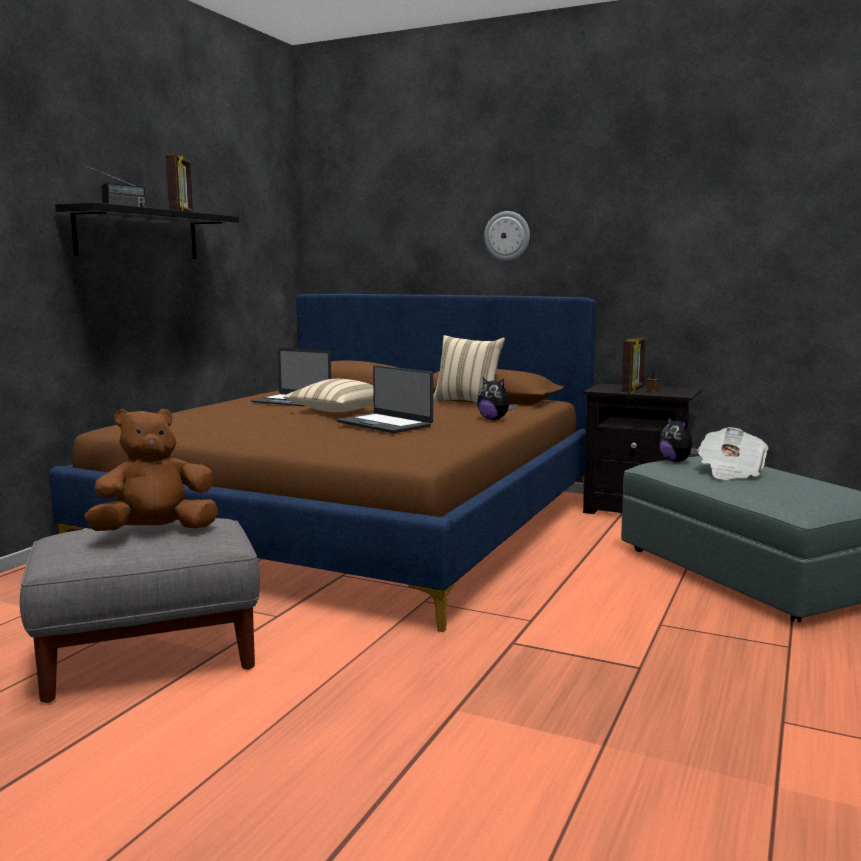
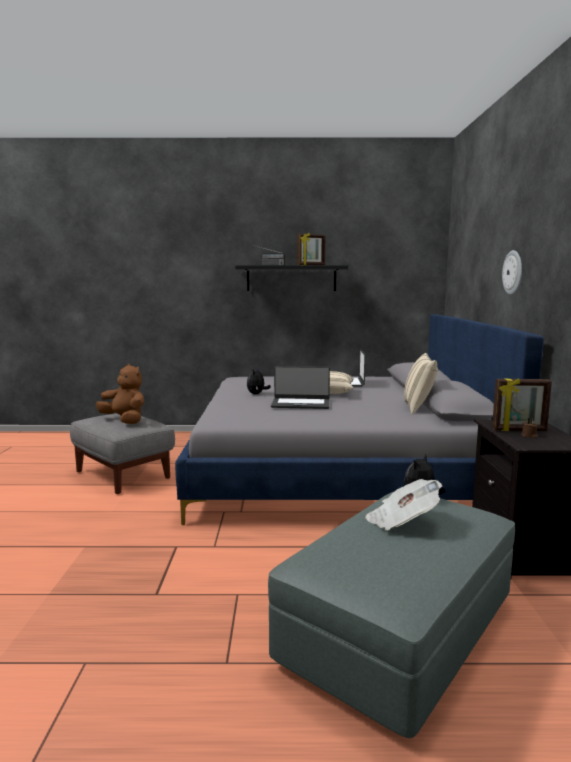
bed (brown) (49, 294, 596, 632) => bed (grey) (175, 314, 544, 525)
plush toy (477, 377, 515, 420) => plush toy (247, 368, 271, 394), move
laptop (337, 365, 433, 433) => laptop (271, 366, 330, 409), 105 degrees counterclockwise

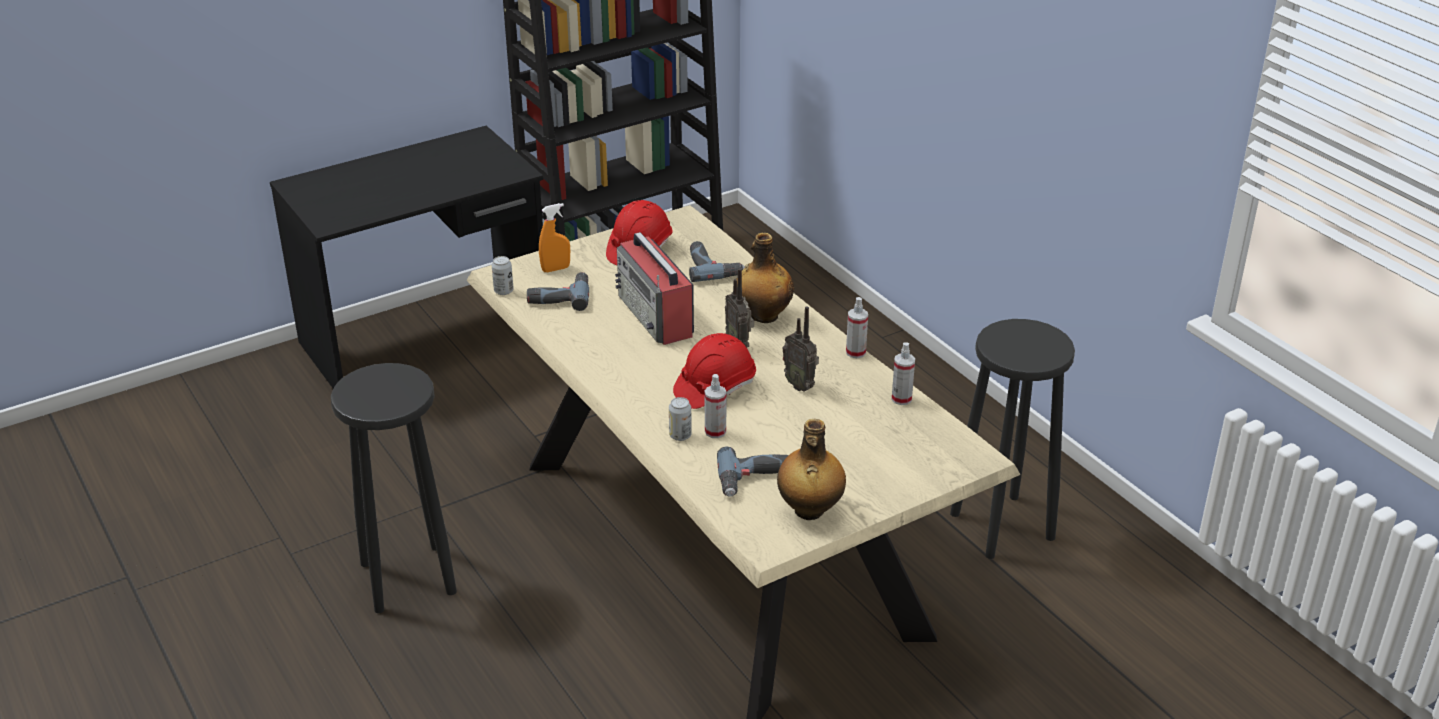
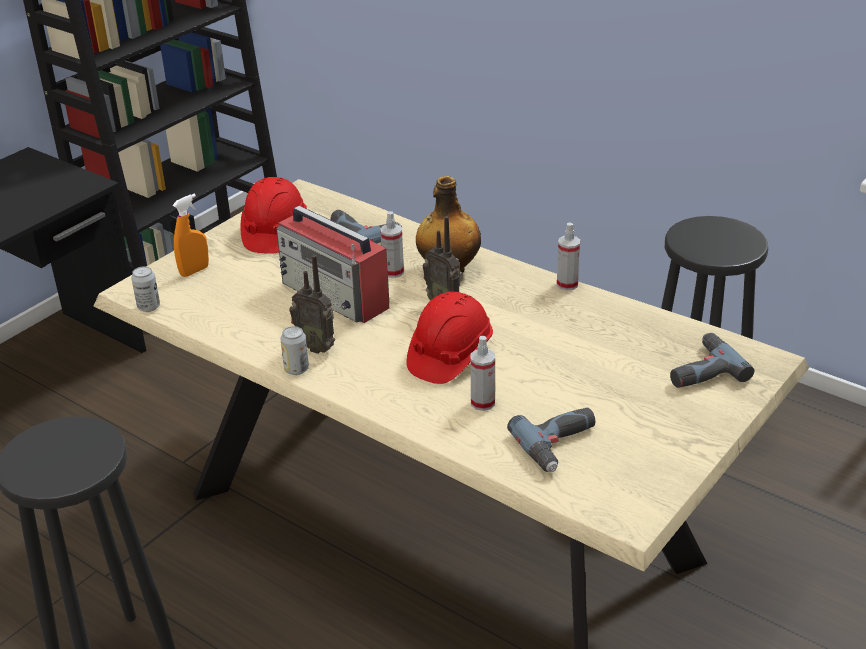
can (669, 397, 692, 441) => can (280, 326, 309, 375), move
radio (782, 306, 819, 392) => radio (289, 255, 335, 354), move
spray bottle (892, 342, 915, 405) => spray bottle (380, 211, 404, 278), move
power drill (527, 272, 589, 311) => power drill (670, 333, 754, 388), move
bottle (777, 419, 846, 520) => nothing

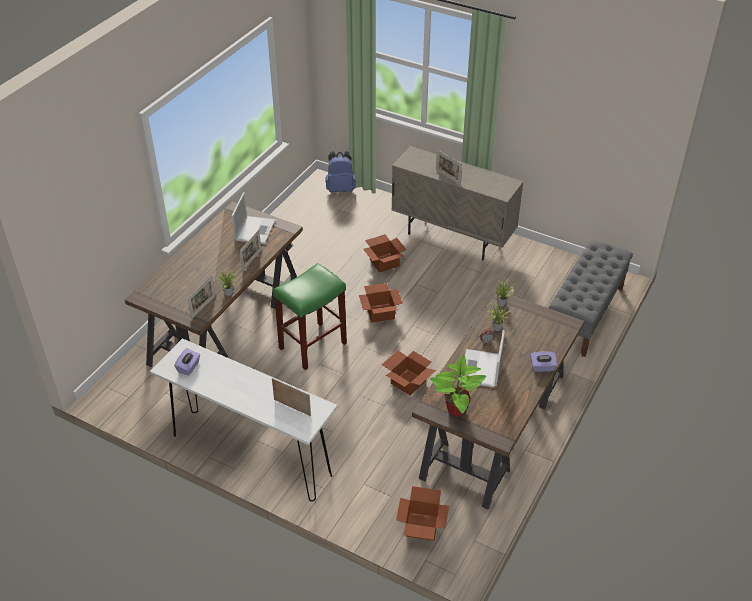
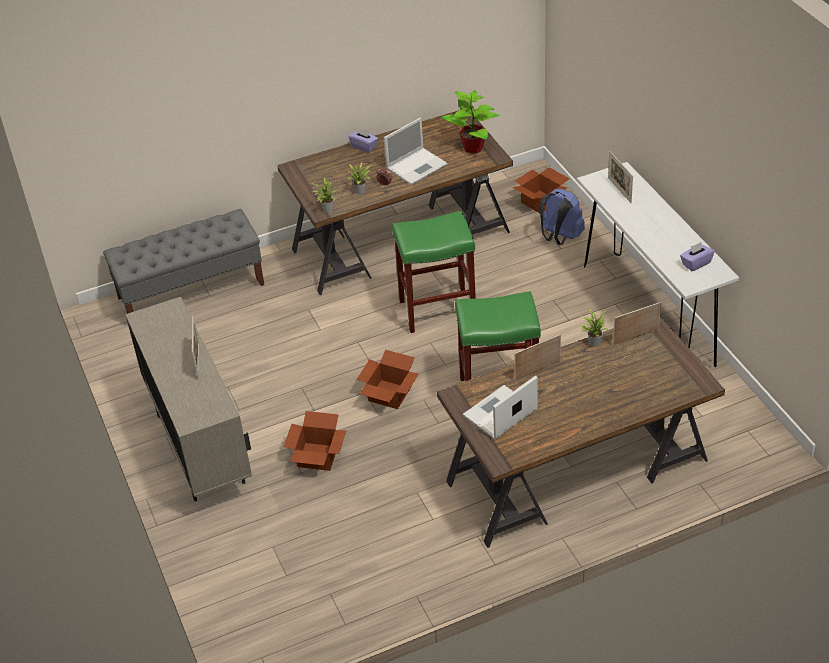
cardboard box (382, 351, 436, 396) => stool (green) (392, 211, 476, 333)
backpack (blue) (325, 151, 356, 192) => backpack (blue) (540, 189, 585, 245), move

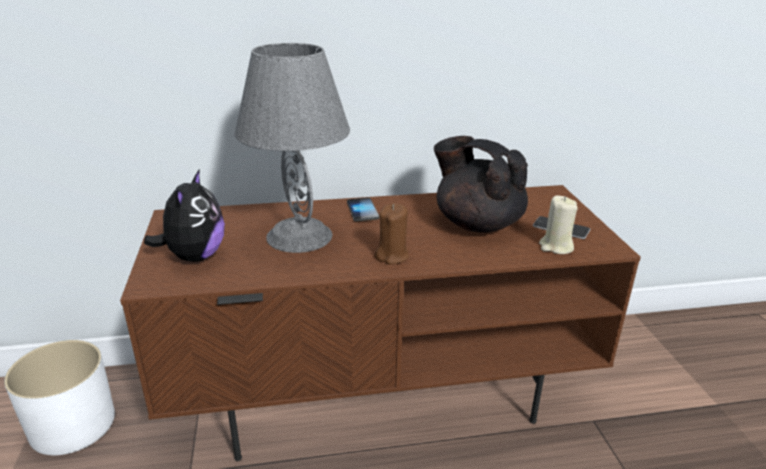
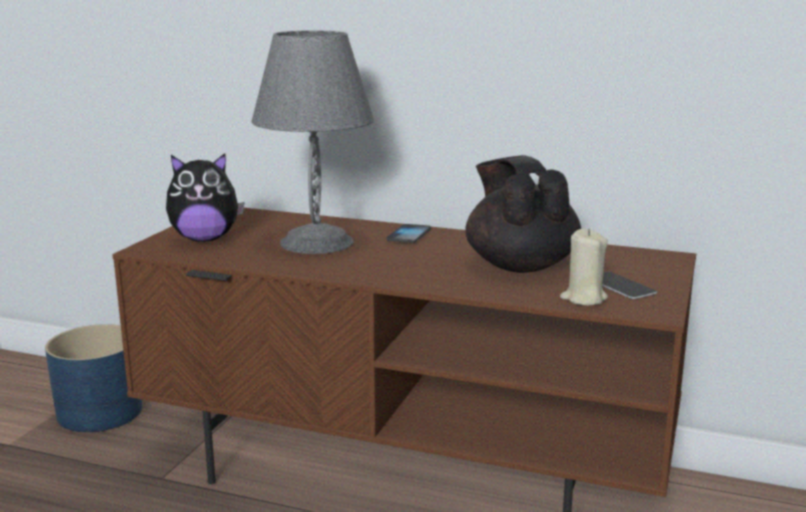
planter (white) (4, 340, 115, 455) => planter (blue) (45, 324, 142, 432)
plush toy (144, 169, 225, 262) => plush toy (166, 153, 245, 242), 45 degrees clockwise
candle (brown) (375, 203, 409, 264) => nothing

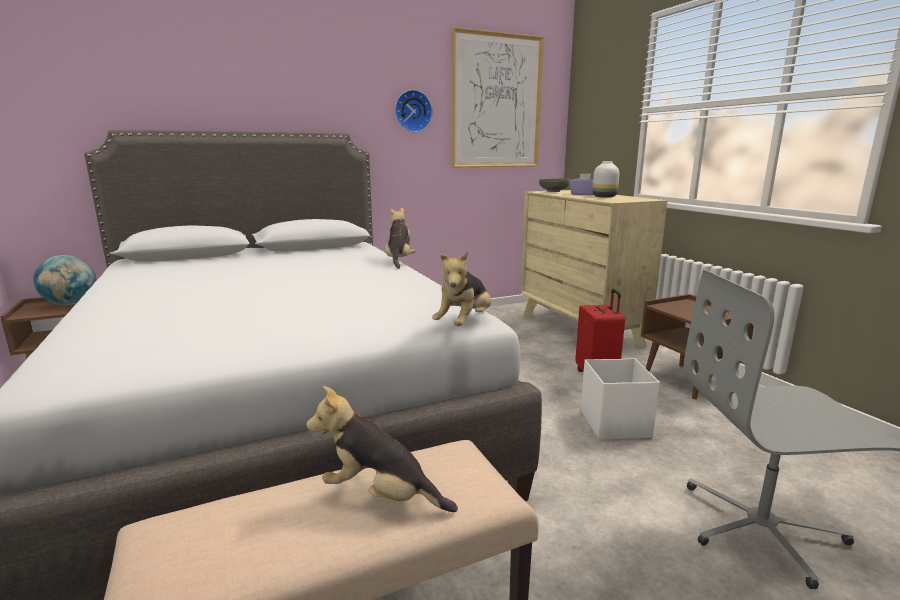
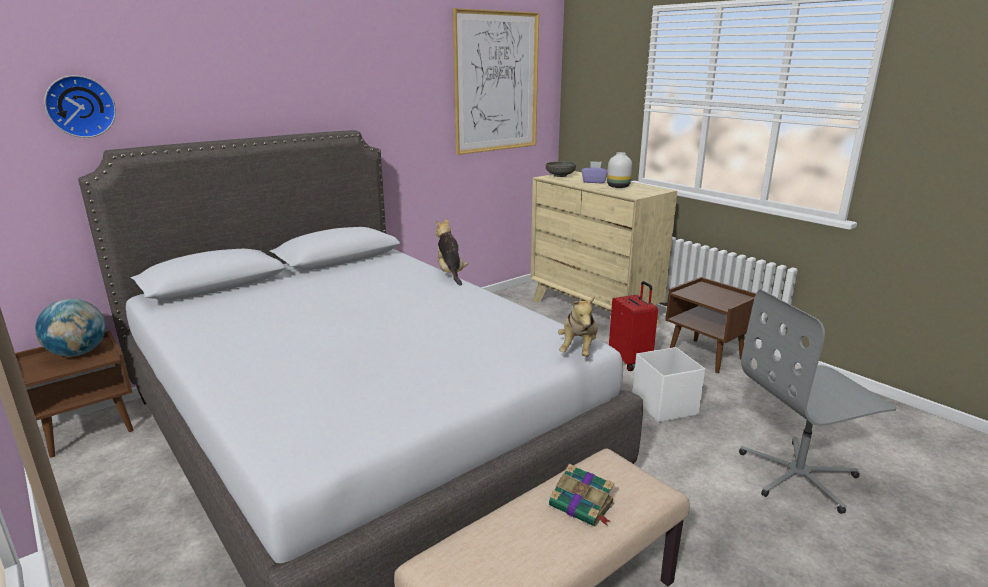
wall clock (395, 90, 433, 133) => wall clock (44, 75, 116, 138), move
plush toy (306, 386, 458, 512) => book (549, 464, 614, 527)

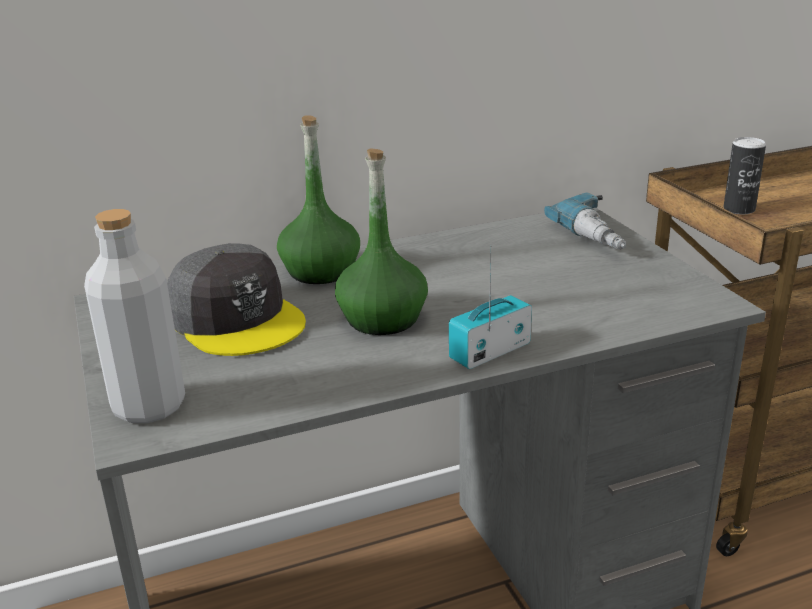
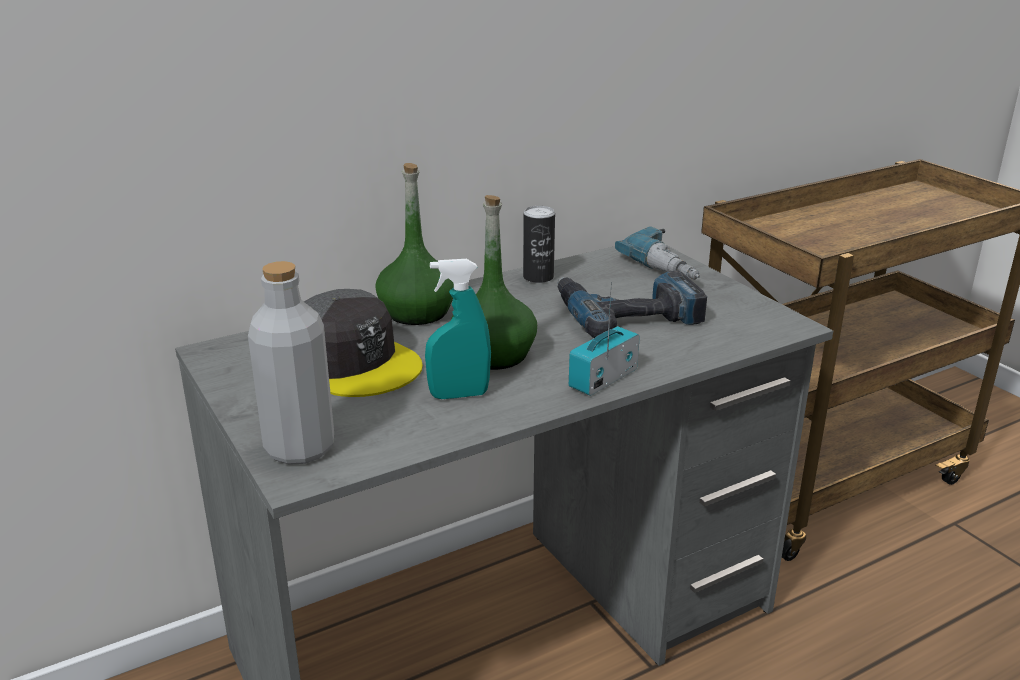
nothing => spray bottle (turquoise) (425, 259, 491, 399)
can (724, 137, 766, 214) => can (523, 206, 555, 283), move
nothing => power drill (558, 271, 707, 338)

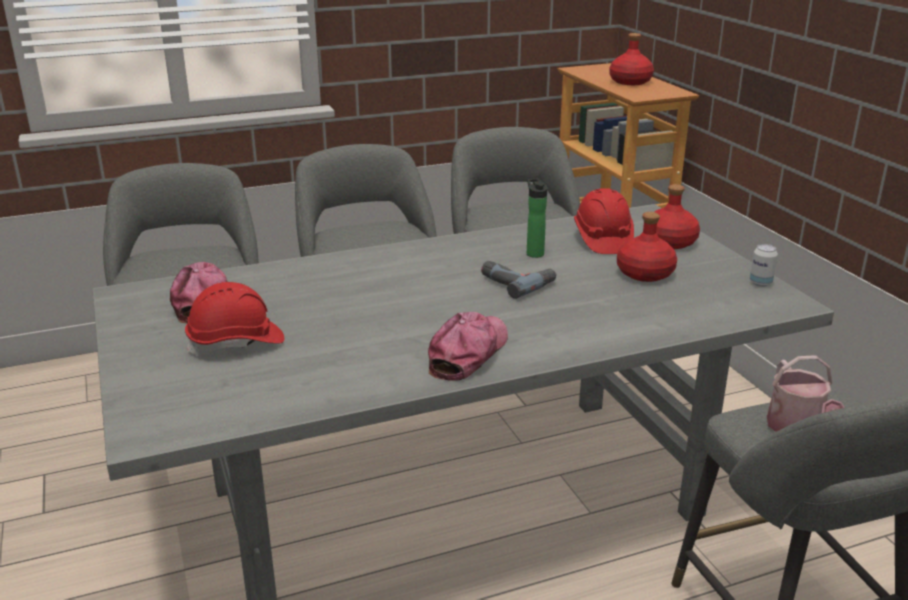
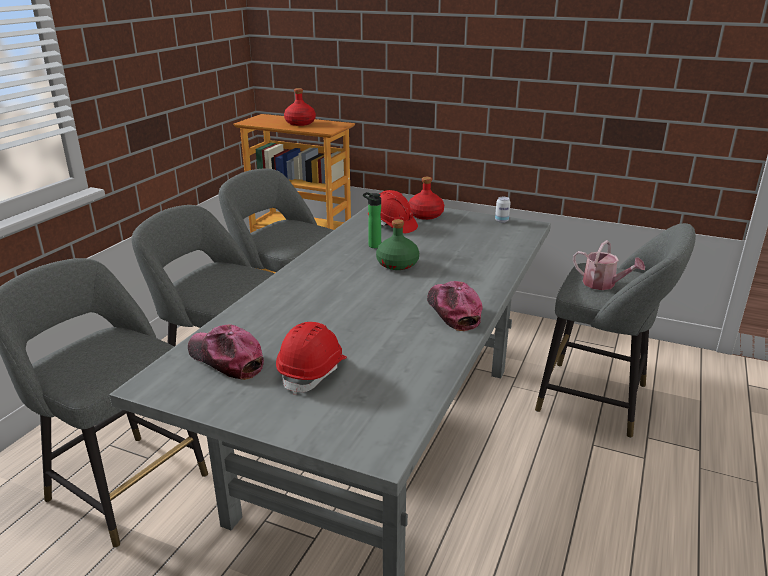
power drill (481, 261, 556, 299) => bottle (green) (376, 219, 419, 270)
bottle (red) (617, 212, 677, 282) => nothing

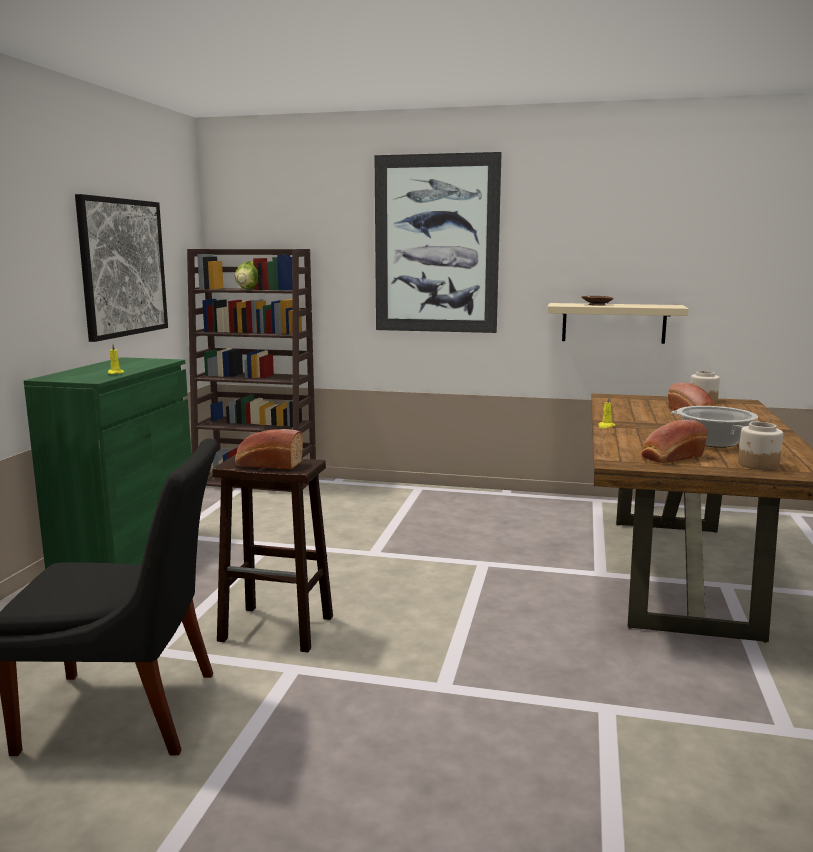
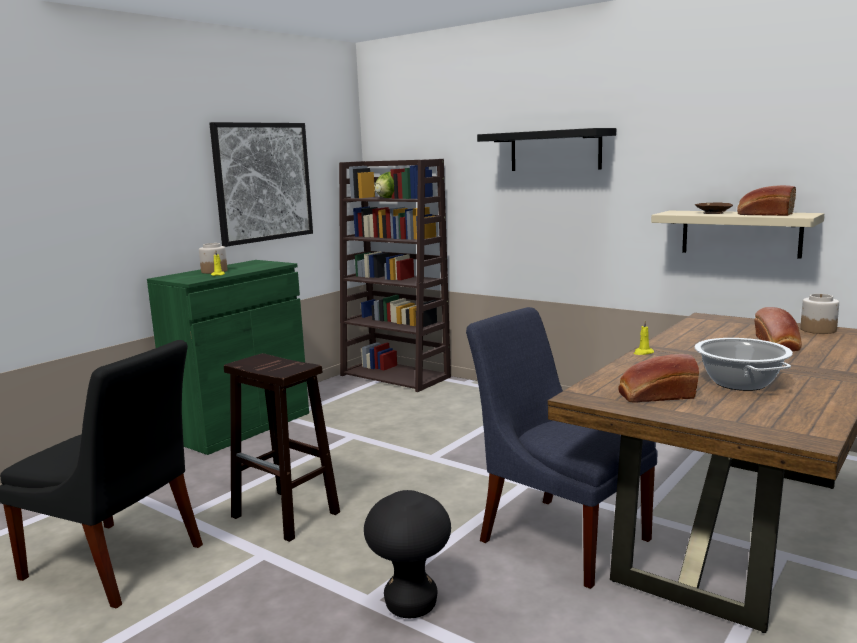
jar (738, 422, 783, 470) => jar (199, 243, 228, 274), move
nothing => stool (black) (364, 490, 451, 618)
nothing => chair (blue) (466, 307, 658, 589)
picture (375, 152, 502, 333) => shelf (black) (477, 128, 616, 171)
bread (235, 429, 303, 469) => bread (737, 185, 796, 216), move

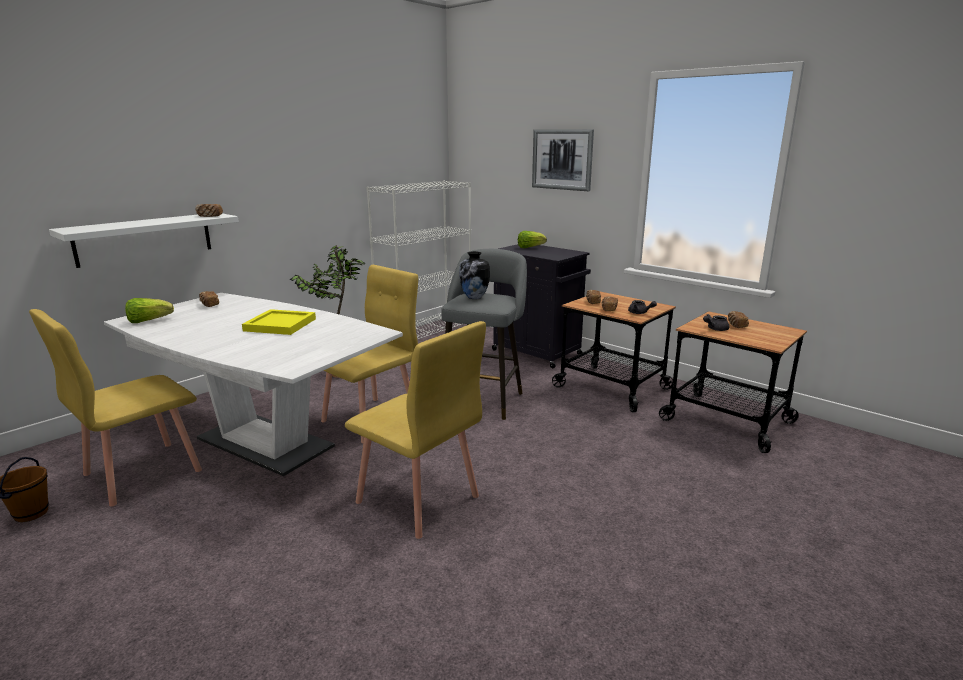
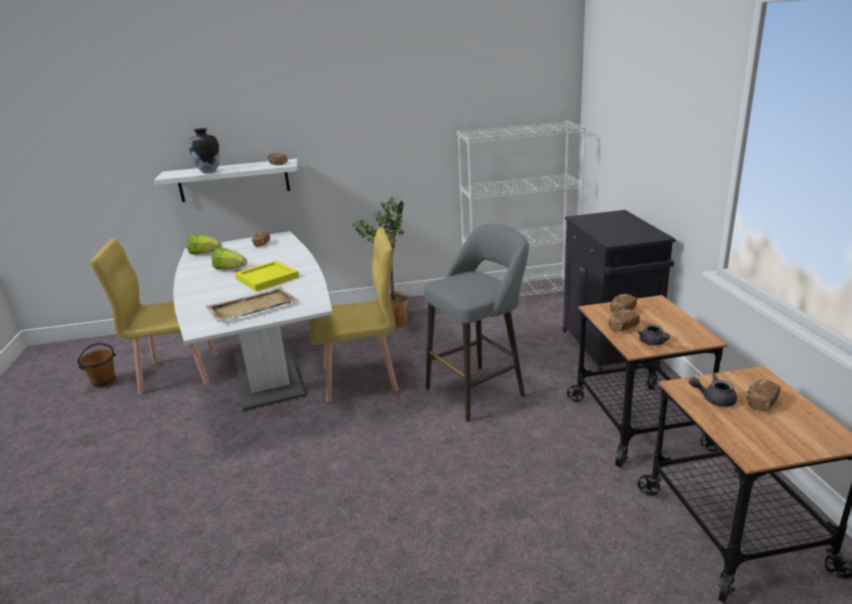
vase (459, 251, 490, 299) => vase (188, 128, 220, 173), move
nothing => tray (beige) (206, 287, 296, 322)
lettuce (518, 231, 547, 248) => lettuce (212, 247, 247, 270), move
chair (yellow) (345, 321, 486, 539) => nothing
picture (532, 129, 594, 191) => nothing

